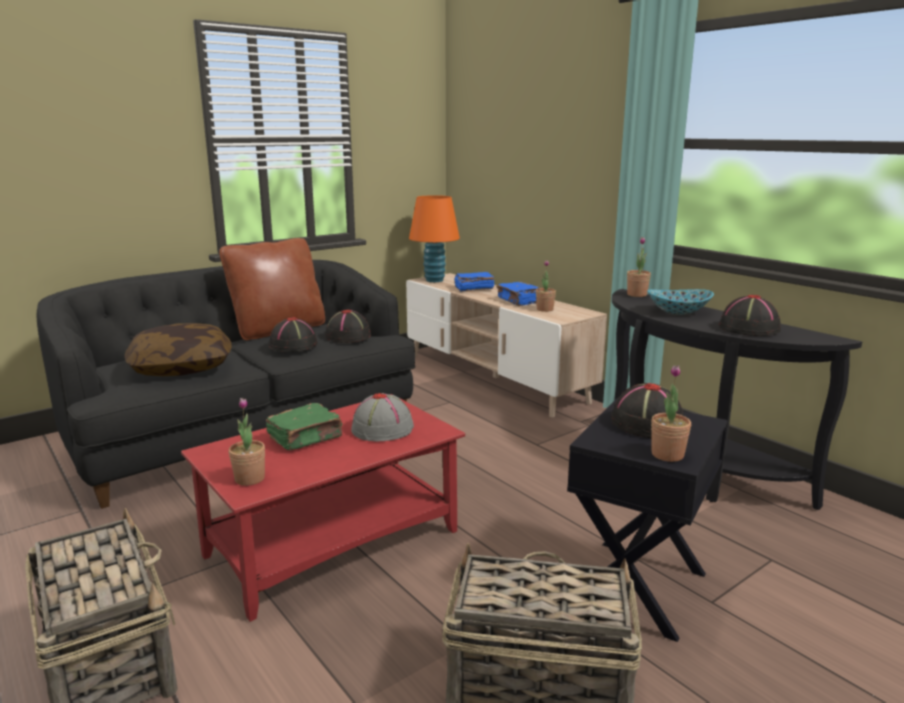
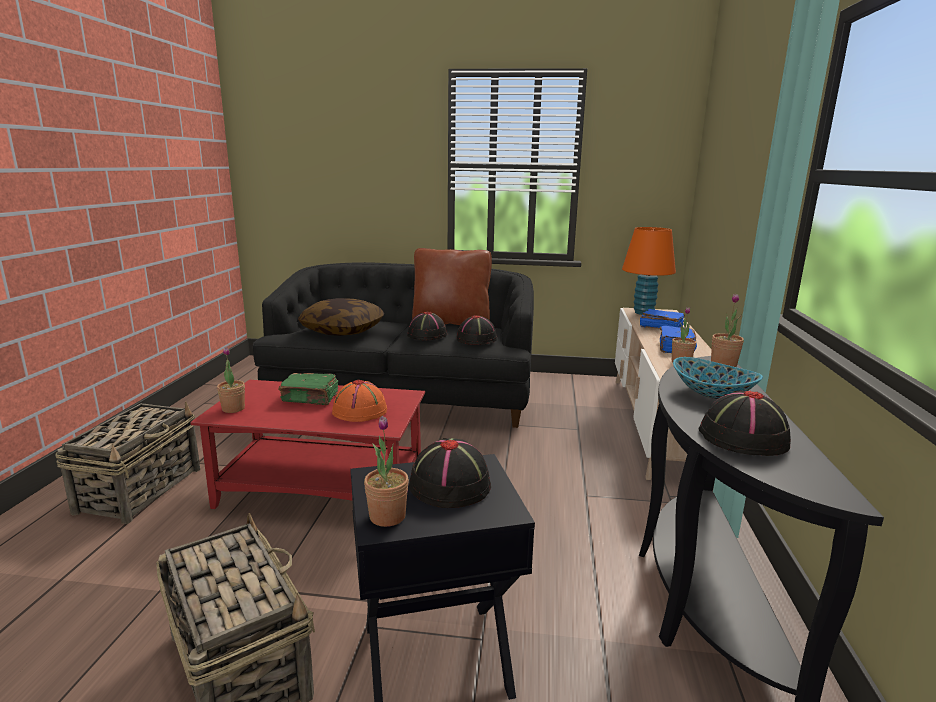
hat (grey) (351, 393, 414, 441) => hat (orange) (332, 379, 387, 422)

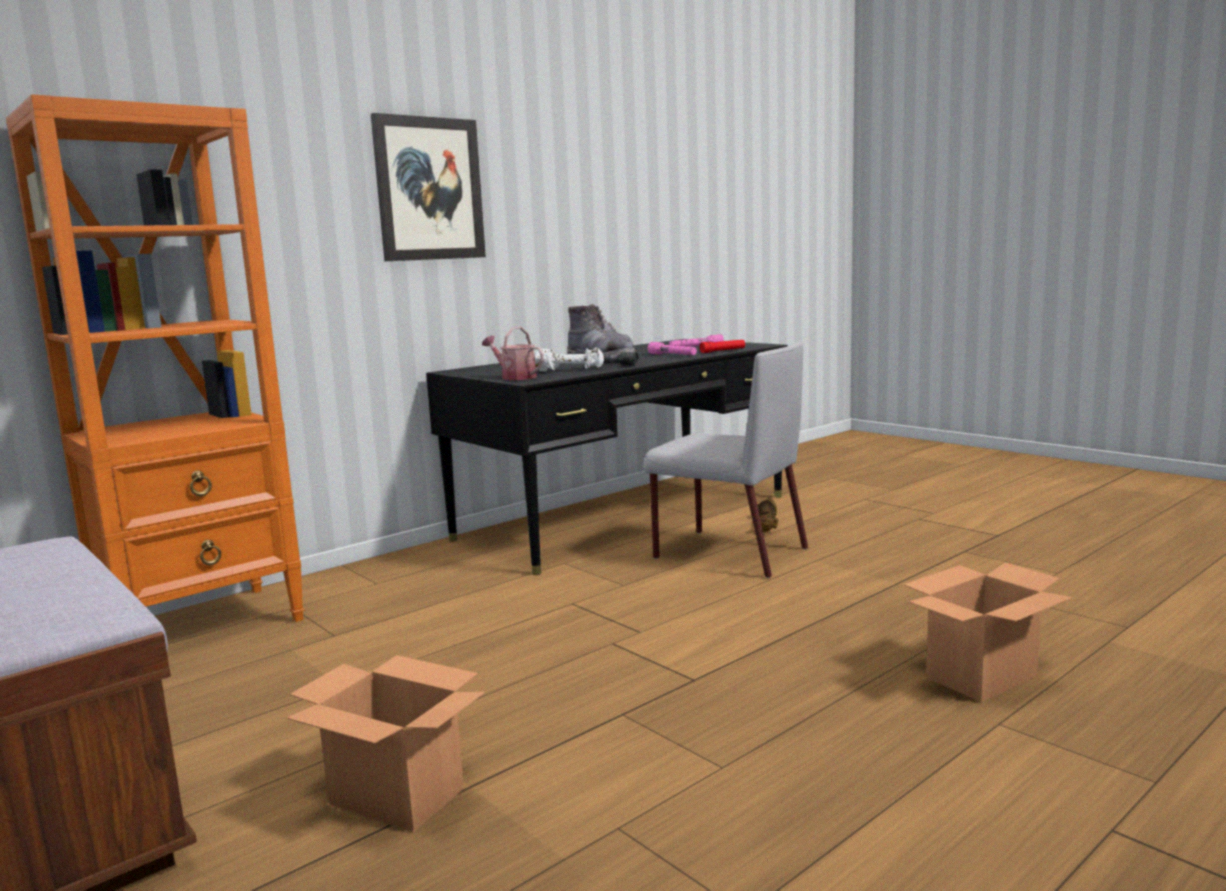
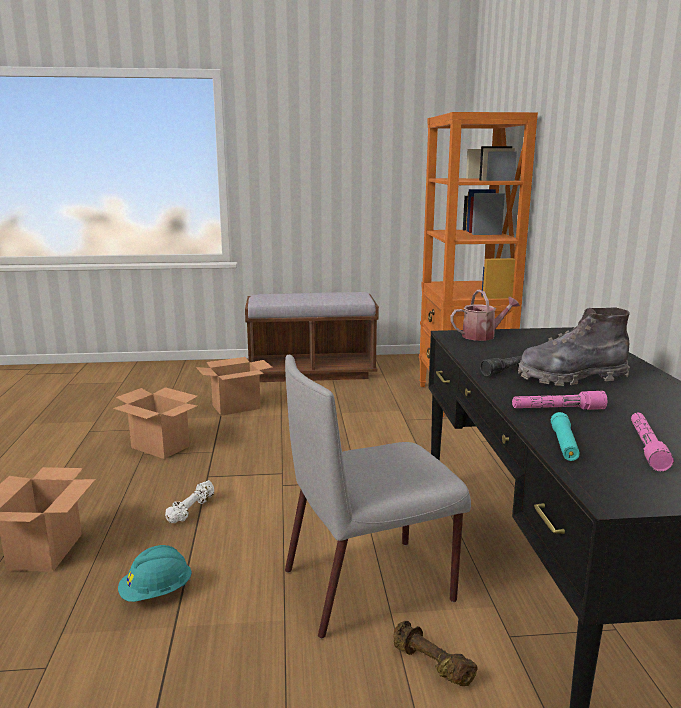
nothing => cardboard box (113, 387, 198, 459)
nothing => hard hat (turquoise) (118, 545, 192, 602)
dumbbell (white) (535, 348, 604, 372) => dumbbell (white) (165, 480, 214, 523), move
flashlight (red) (700, 340, 745, 353) => flashlight (turquoise) (551, 412, 580, 461)
picture (371, 113, 486, 261) => nothing

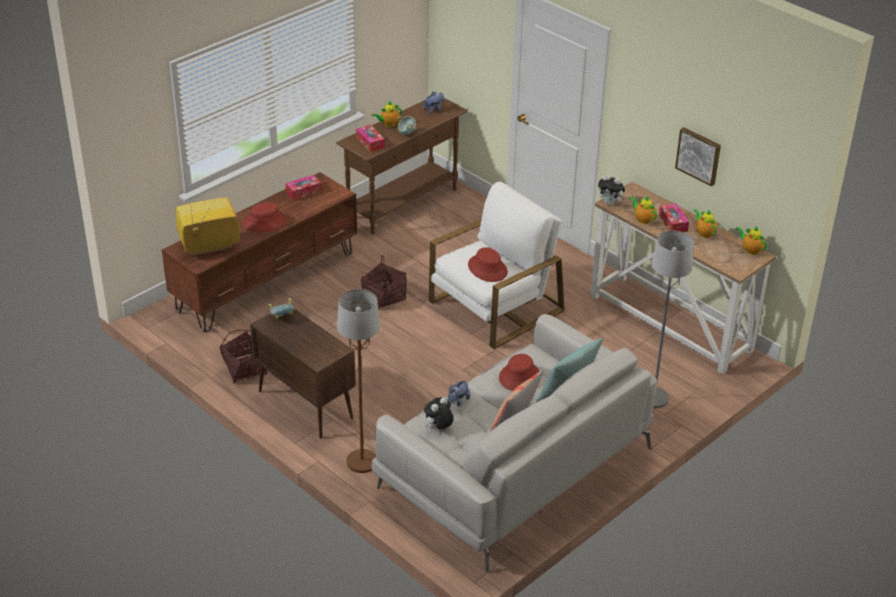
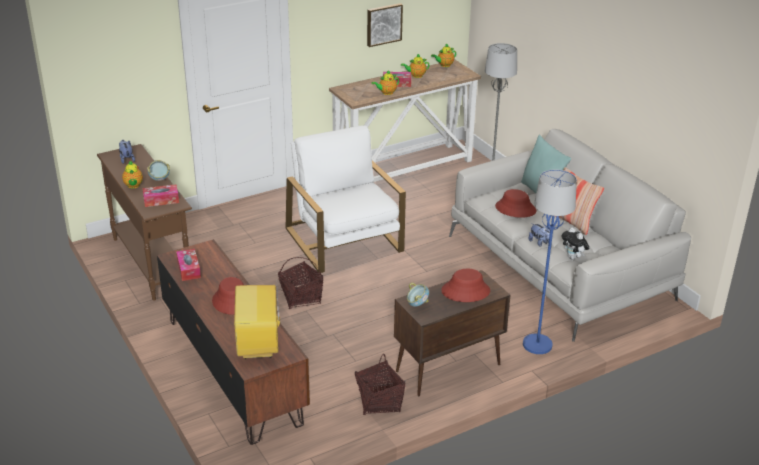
hat (red) (468, 247, 508, 282) => hat (red) (441, 269, 490, 302), move
floor lamp (brown) (337, 289, 380, 473) => floor lamp (blue) (523, 169, 577, 354)
plush toy (598, 175, 625, 206) => nothing

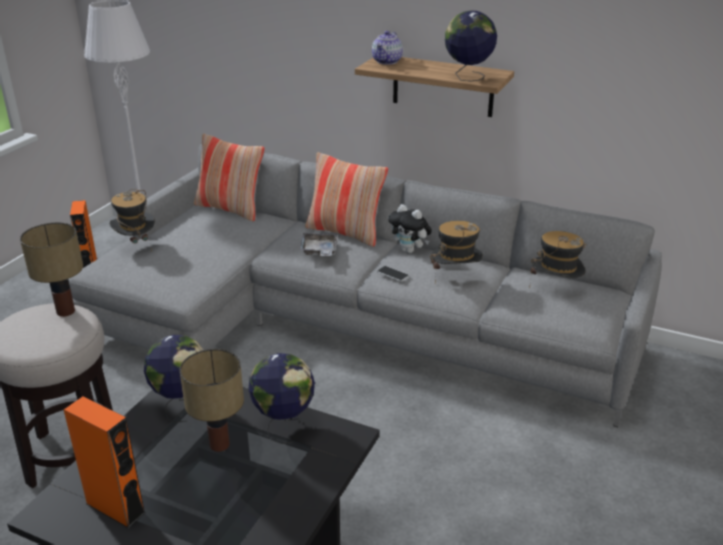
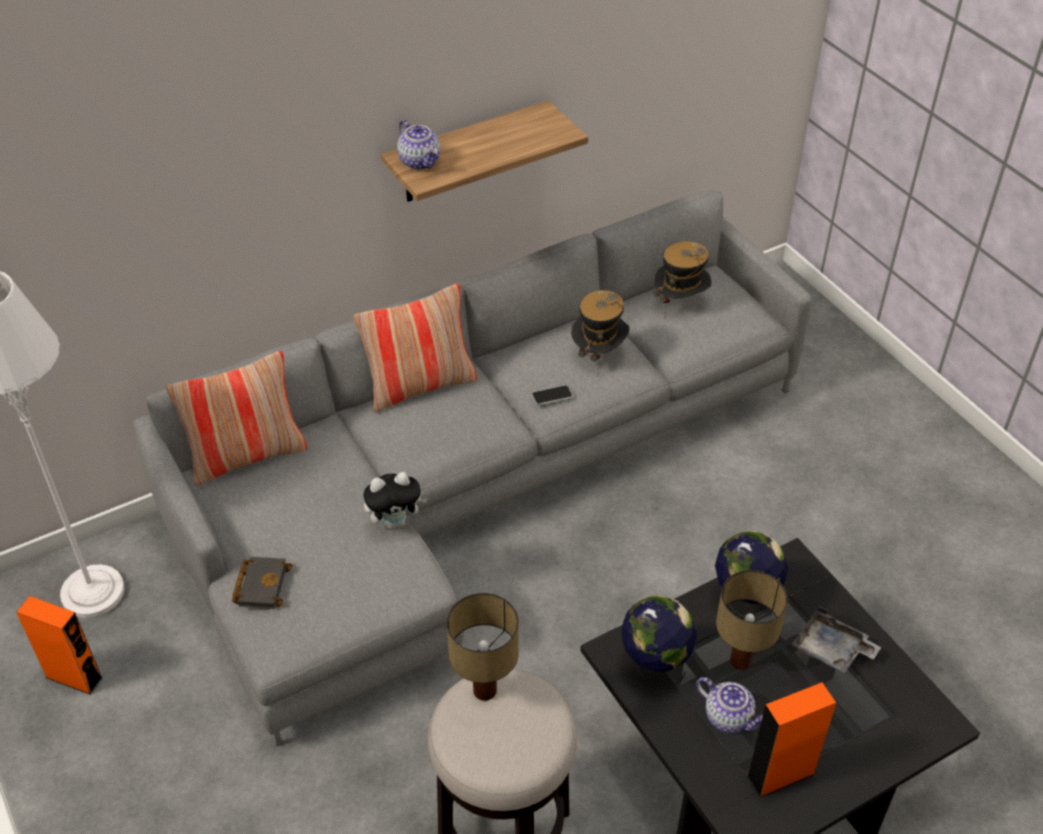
hat (109, 189, 155, 252) => book (black) (232, 557, 292, 609)
plush toy (388, 204, 432, 253) => plush toy (363, 472, 428, 529), move
nothing => teapot (696, 677, 763, 733)
tray (grey) (300, 233, 337, 256) => tray (grey) (791, 606, 881, 673), move
globe (445, 10, 497, 81) => nothing

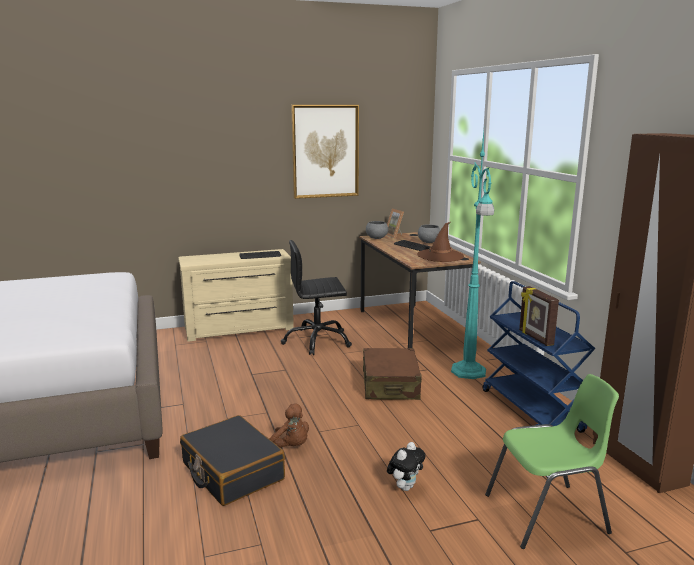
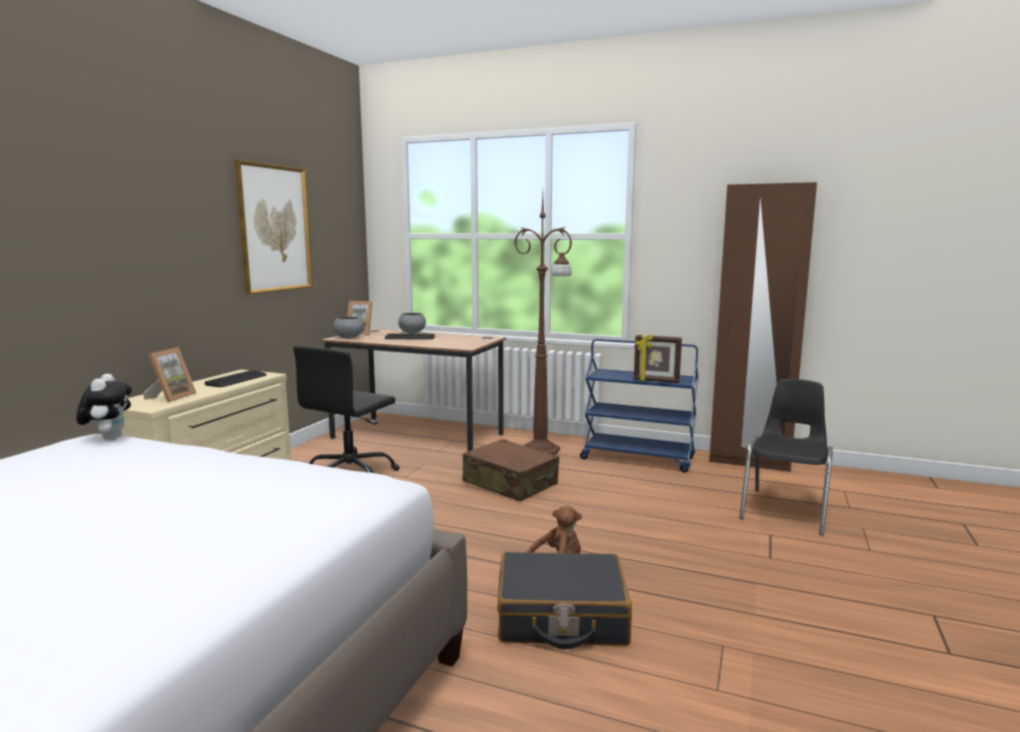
plush toy (387, 442, 426, 491) => plush toy (76, 374, 132, 440), move
nothing => picture frame (143, 347, 196, 403)
floor lamp (turquoise) (451, 132, 494, 379) => floor lamp (brown) (514, 193, 572, 455)
chair (green) (485, 374, 619, 549) => chair (black) (739, 379, 833, 535)
hat (brown) (417, 222, 464, 262) => nothing

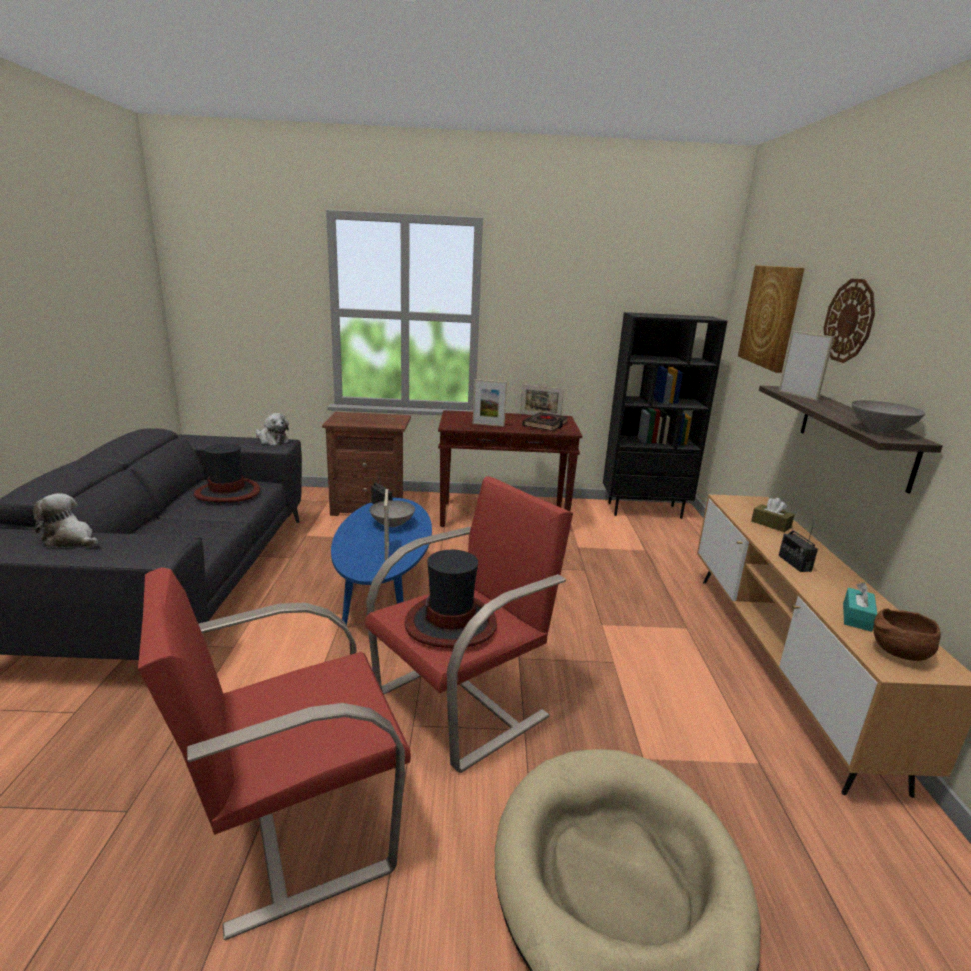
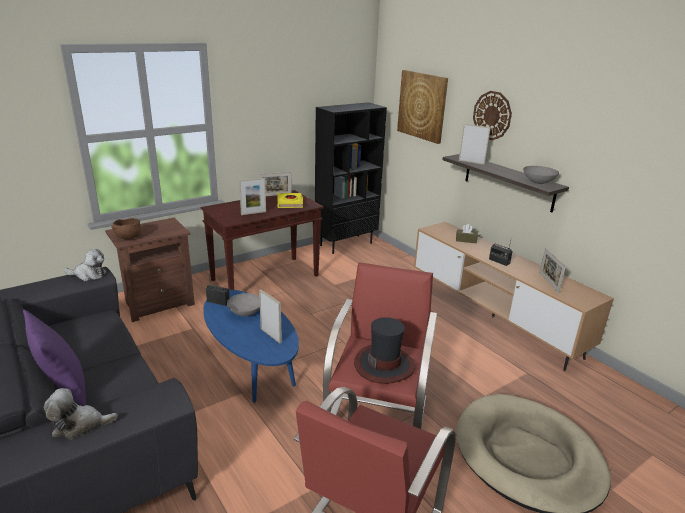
nothing => pillow (purple) (23, 309, 86, 406)
bowl (brown) (873, 608, 941, 661) => bowl (brown) (111, 218, 141, 239), move
book (black) (522, 412, 568, 431) => book (yellow) (277, 193, 303, 208)
tissue box (turquoise) (843, 583, 877, 632) => picture frame (539, 248, 566, 293)
hat (194, 443, 260, 502) => nothing

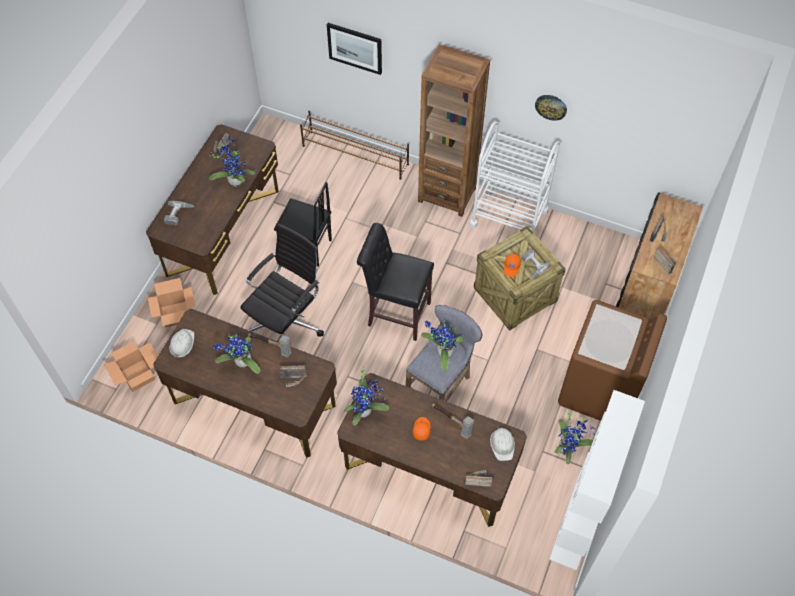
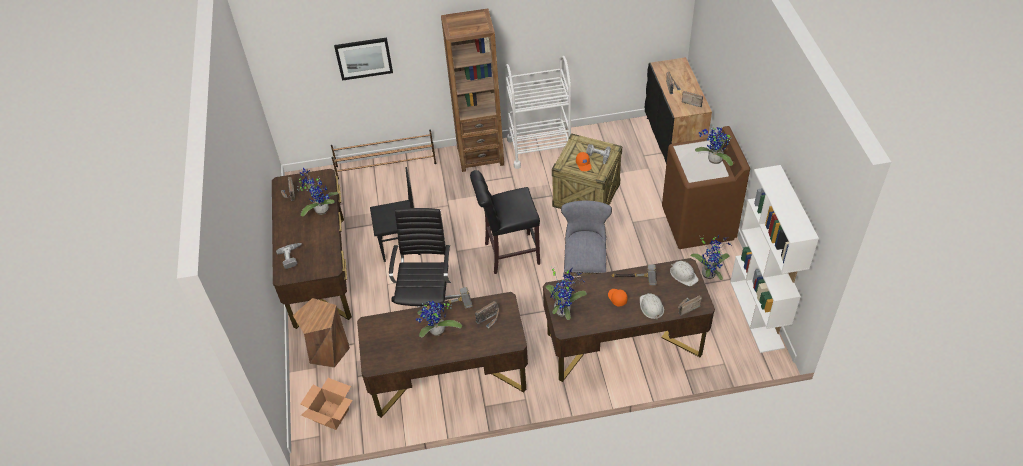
cardboard box (148, 278, 195, 328) => stool (brown) (293, 298, 350, 368)
hard hat (white) (169, 329, 194, 358) => hard hat (white) (640, 293, 664, 320), move
potted plant (421, 320, 463, 371) => potted plant (695, 125, 733, 166), move
wall clock (535, 95, 567, 121) => nothing

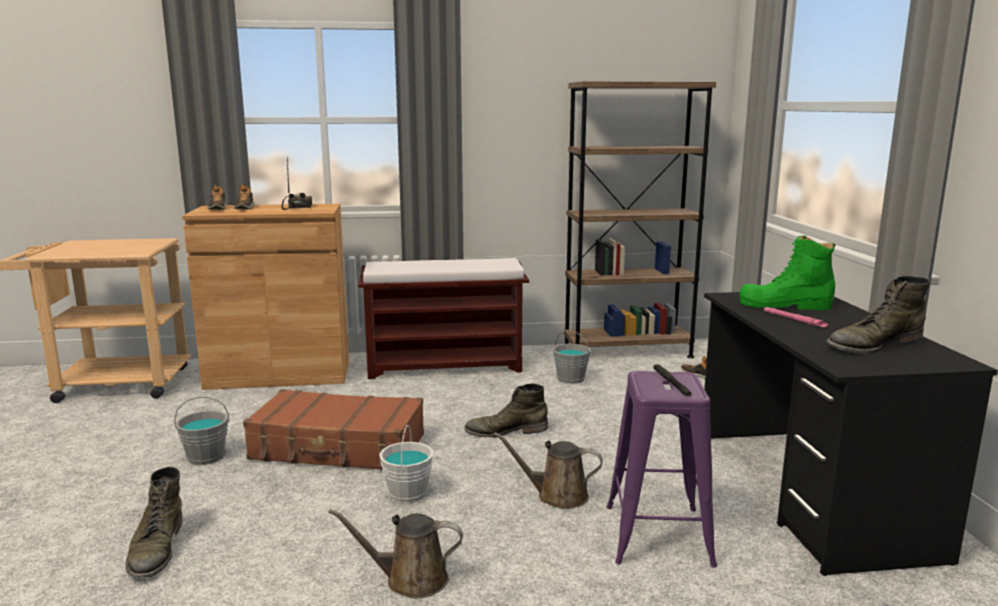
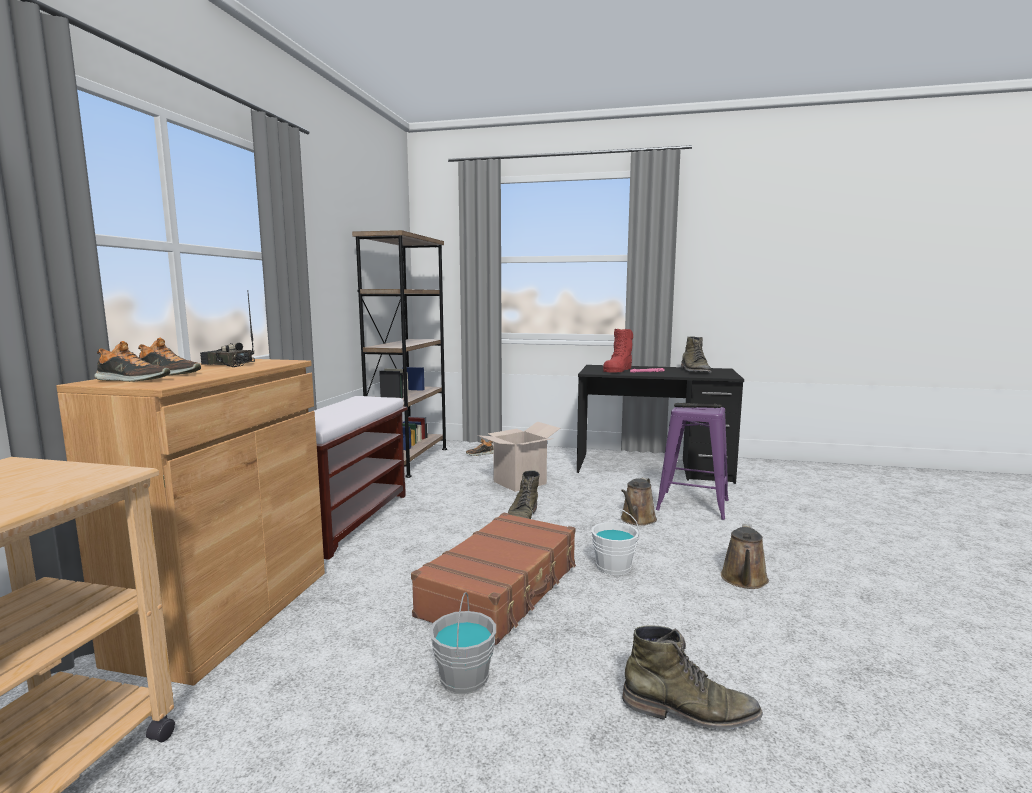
nothing => cardboard box (478, 421, 560, 492)
boot (green) (739, 236, 835, 310) => boot (red) (603, 329, 633, 372)
bucket (grey) (553, 330, 591, 384) => nothing

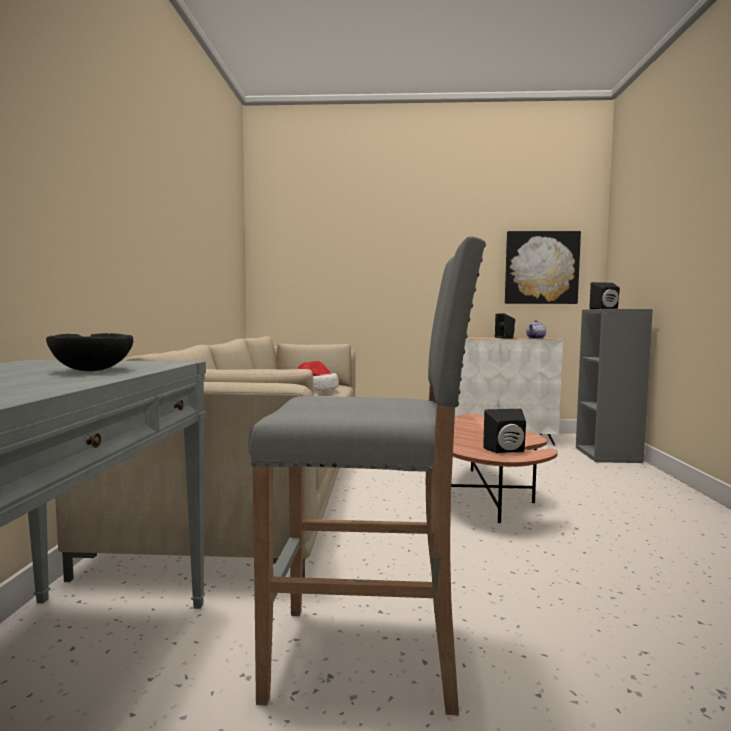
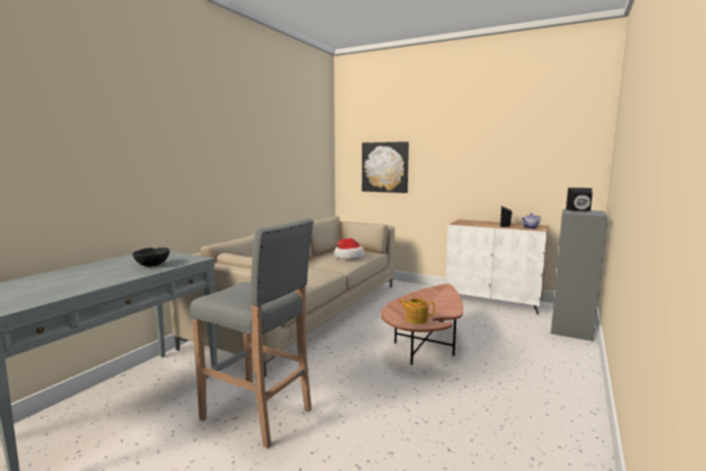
picture (505, 231, 581, 304) => picture (362, 142, 409, 193), move
speaker (black) (483, 409, 526, 453) => teapot (399, 298, 435, 324)

